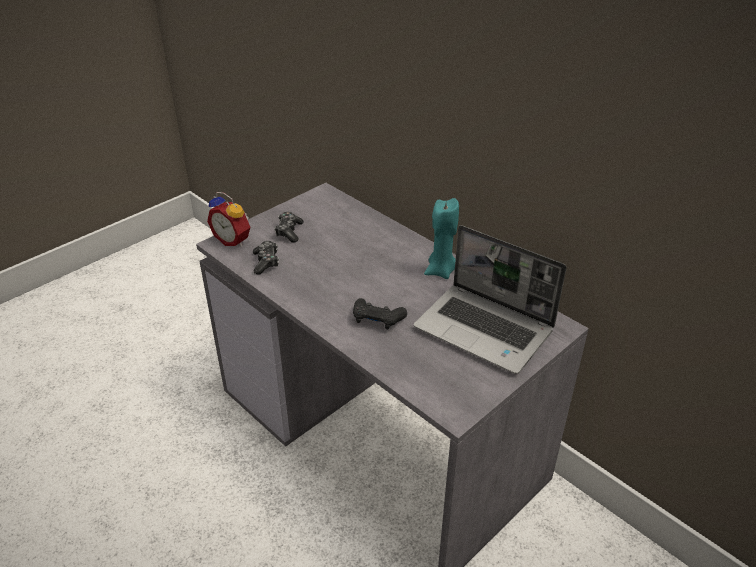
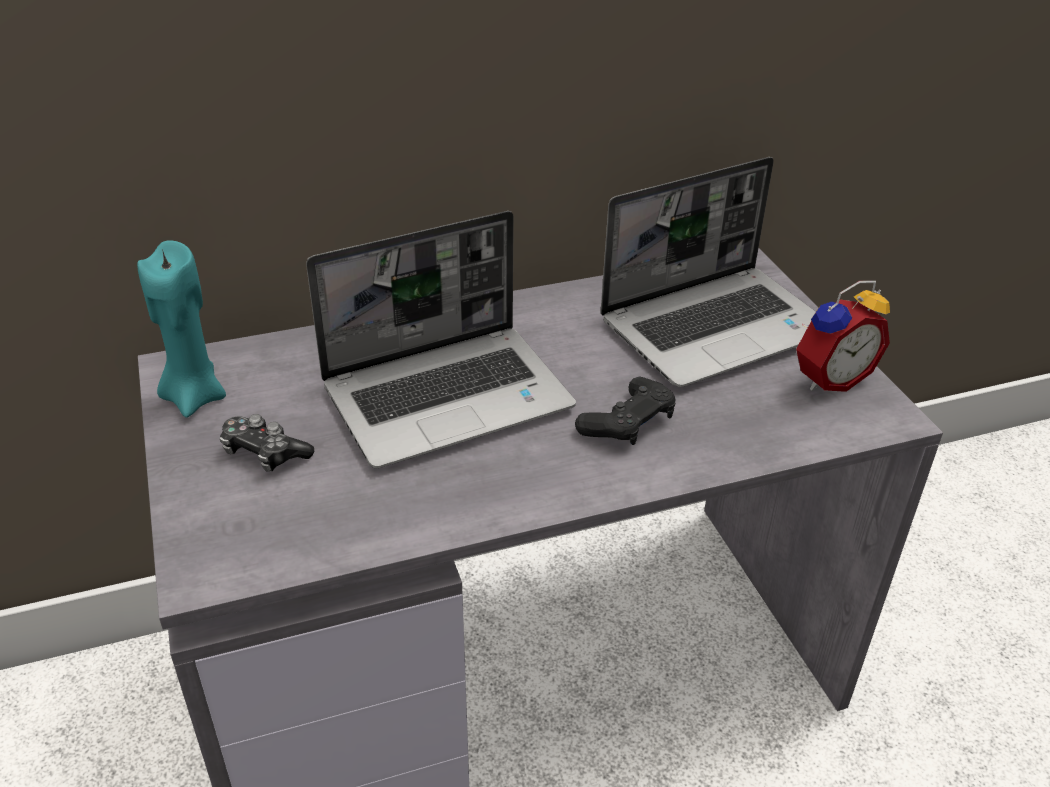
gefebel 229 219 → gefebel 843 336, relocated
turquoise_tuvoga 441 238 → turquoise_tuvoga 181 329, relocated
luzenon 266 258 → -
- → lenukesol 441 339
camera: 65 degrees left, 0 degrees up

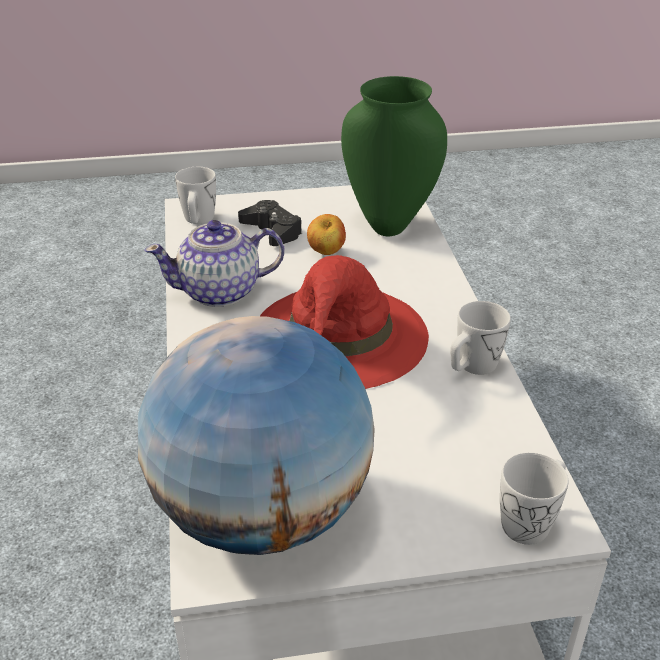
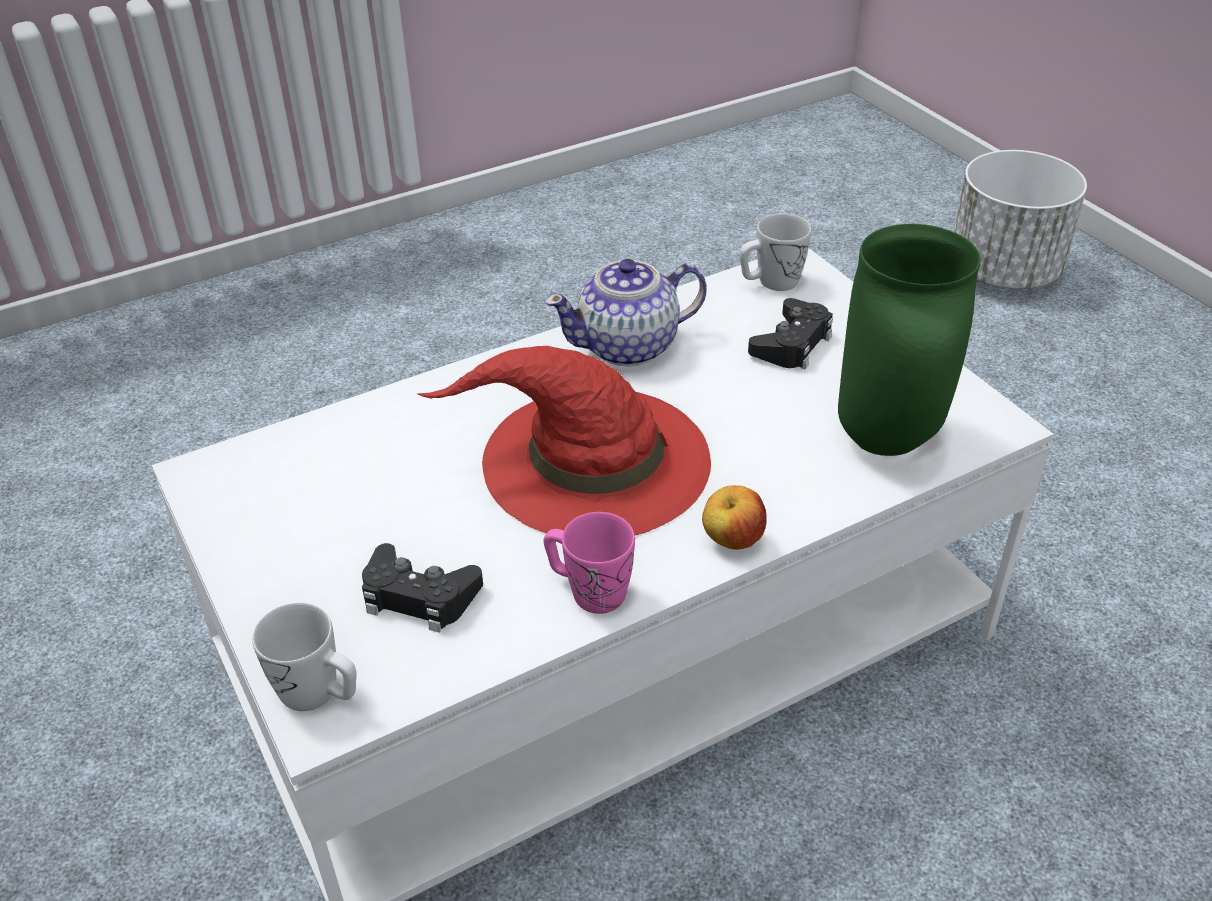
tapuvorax 326 234 → tapuvorax 734 517, relocated
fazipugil 214 263 → fazipugil 625 313, 75 degrees counterclockwise
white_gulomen 480 338 → pink_gulomen 589 563
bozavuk 256 435 → -
- → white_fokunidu 1020 219
- → black_luzenon 422 588
camera: 70 degrees right, 5 degrees up

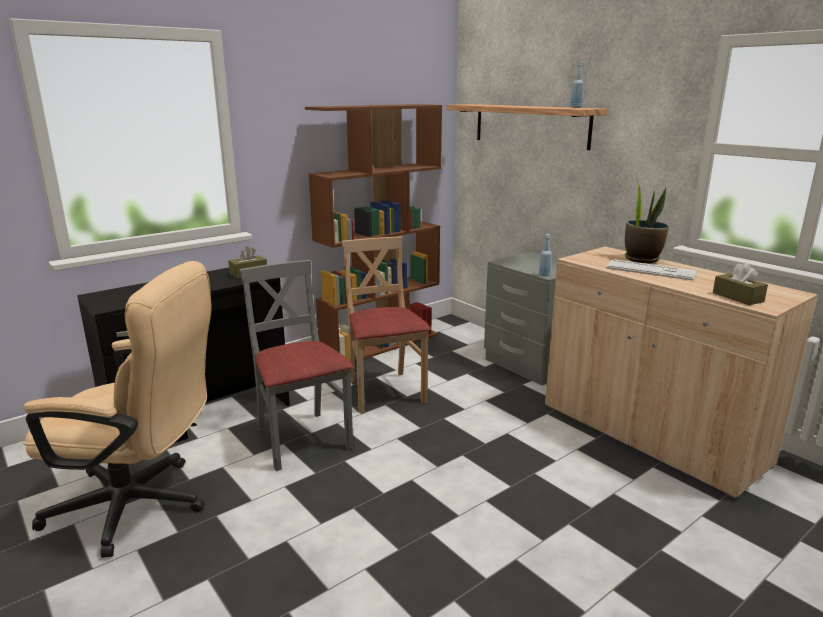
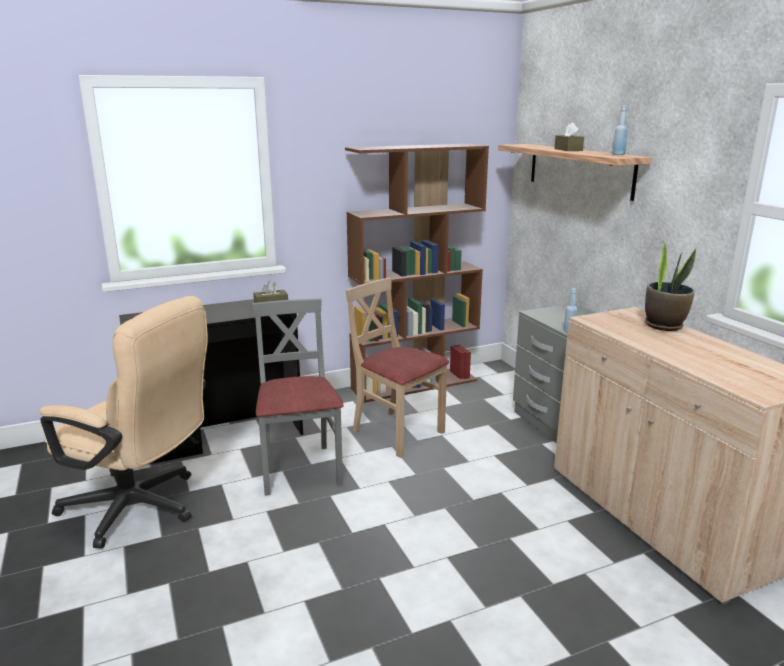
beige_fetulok 386 324 → beige_fetulok 397 368, 45 degrees counterclockwise
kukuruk 651 270 → -
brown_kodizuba 740 283 → brown_kodizuba 569 136, relocated
camera: 15 degrees right, 0 degrees up

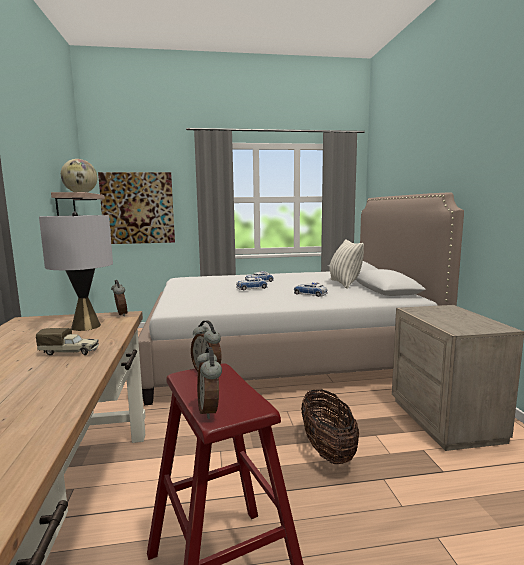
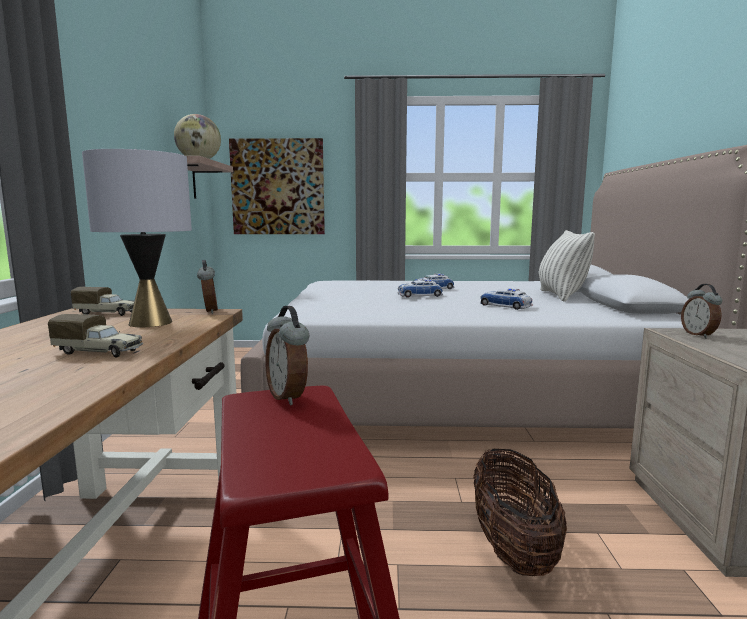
gefebel 209 383 → gefebel 701 311, relocated
- → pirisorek 102 301
camera: 10 degrees right, 0 degrees up

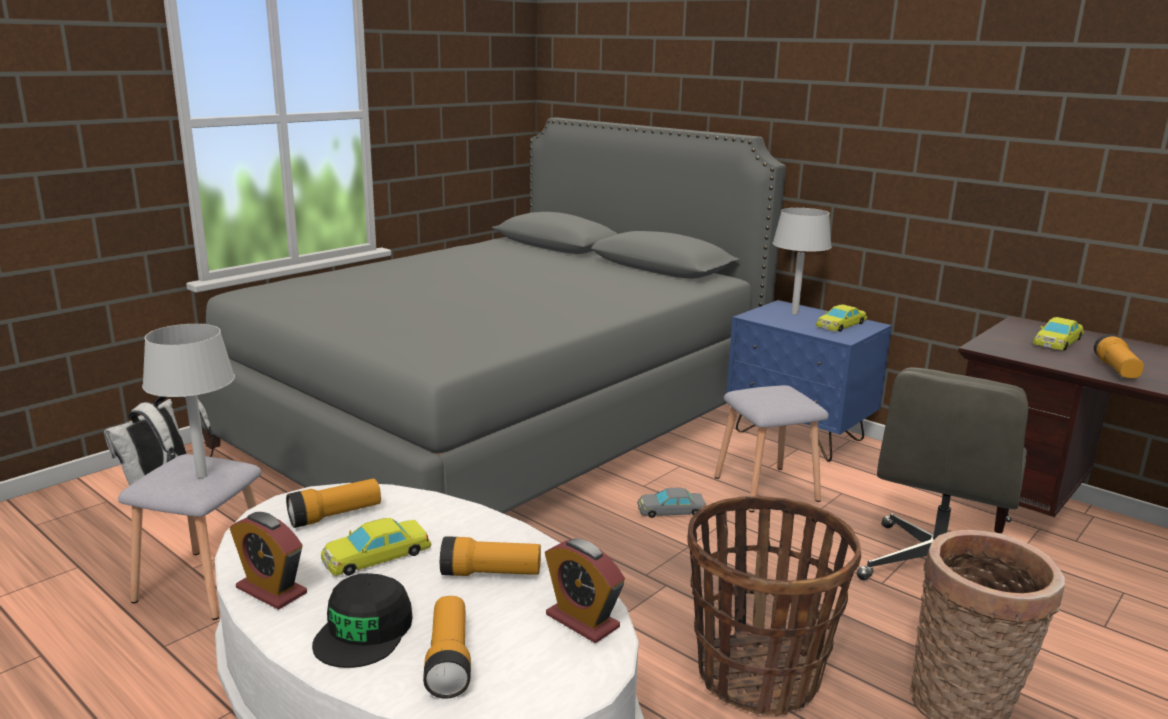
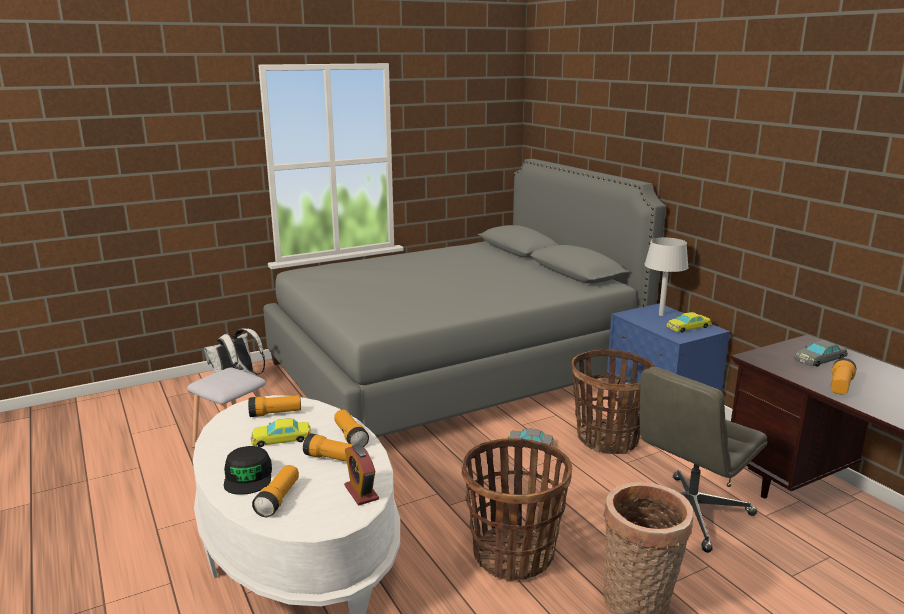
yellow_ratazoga 1058 333 → grey_ratazoga 821 353
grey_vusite 188 401 → -
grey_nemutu 772 448 → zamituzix 613 401
gefebel 268 561 → -
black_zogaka 362 620 → black_zogaka 248 470, 45 degrees counterclockwise
- → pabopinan 351 428
camera: 20 degrees right, 0 degrees up

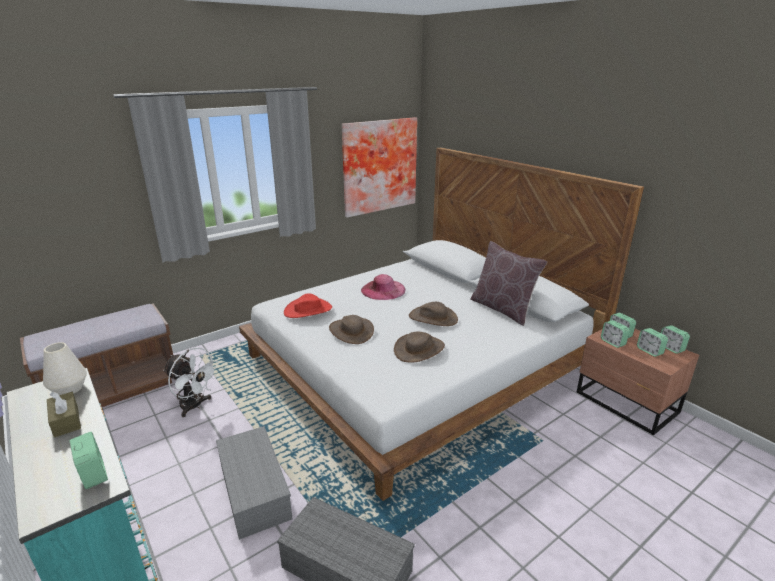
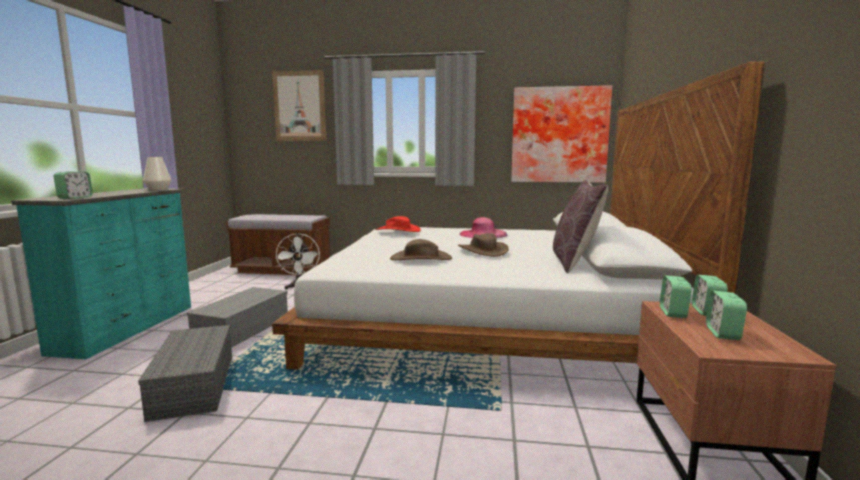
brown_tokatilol 351 329 → -
gefebel 675 339 → -
brown_kodizuba 64 414 → -
- → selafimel 299 105
camera: 45 degrees right, 15 degrees down

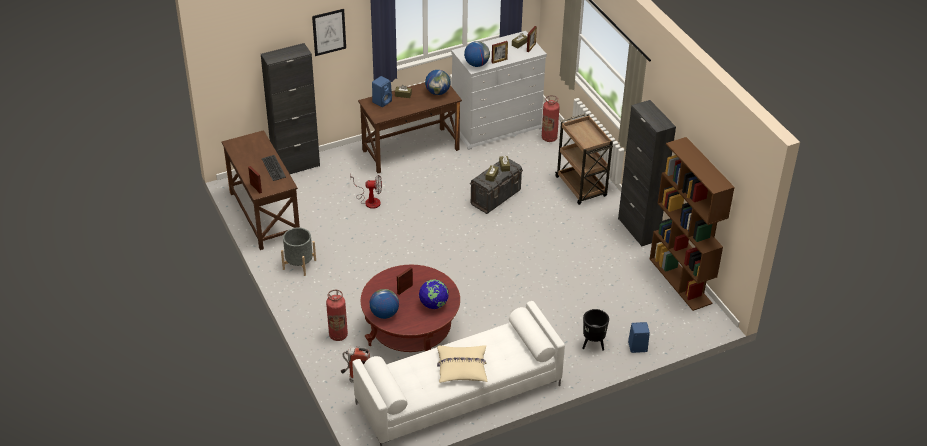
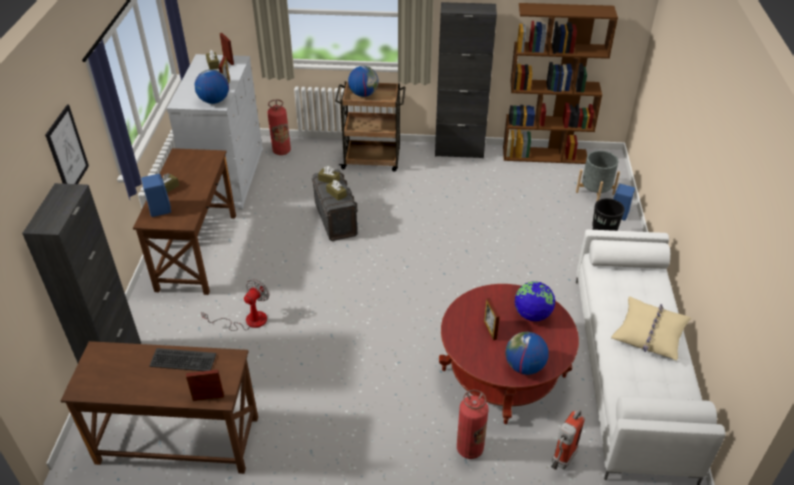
bozavuk 438 82 → bozavuk 363 81, relocated
grey_fokunidu 298 251 → grey_fokunidu 598 176, relocated
camera: 60 degrees left, 0 degrees up

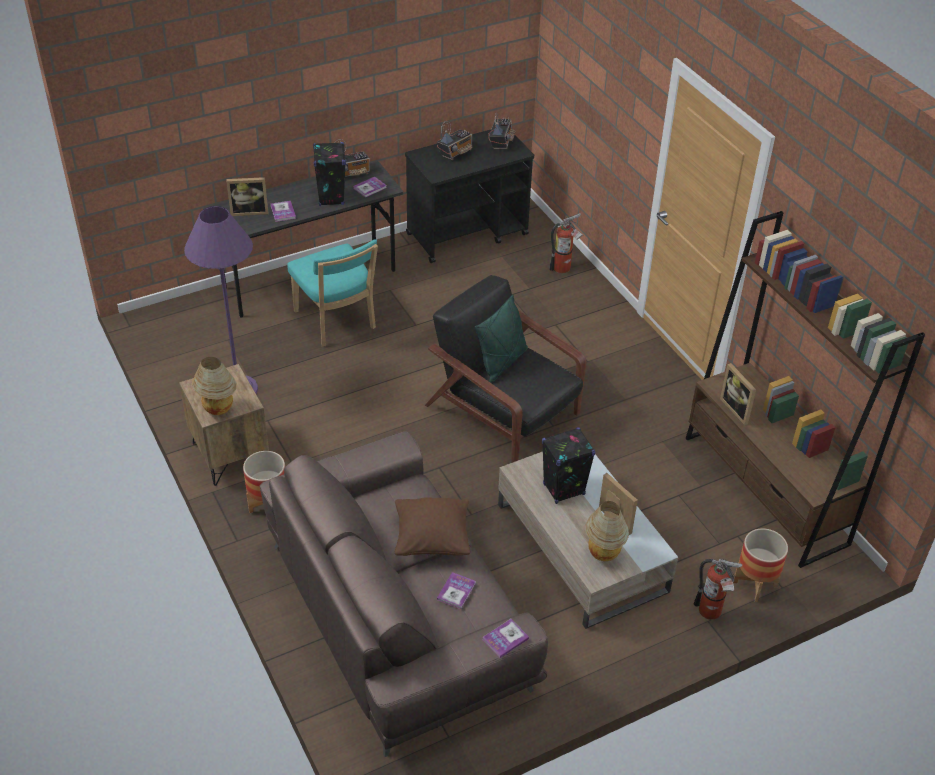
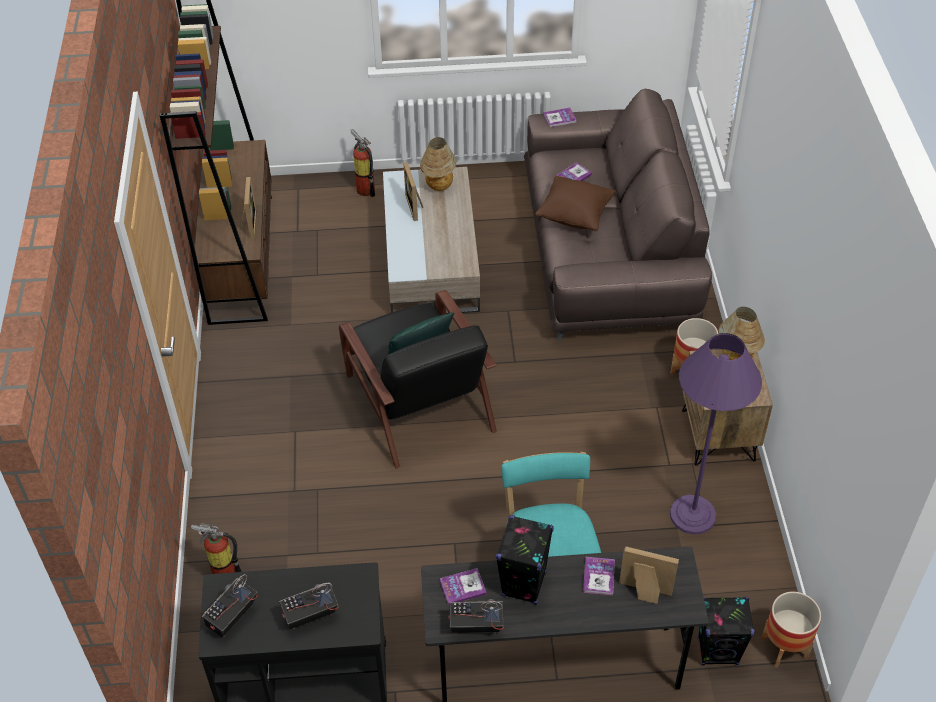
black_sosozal 568 465 → black_sosozal 726 631, relocated
fokunidu 761 565 → fokunidu 791 629, relocated
camera: 155 degrees left, 5 degrees up

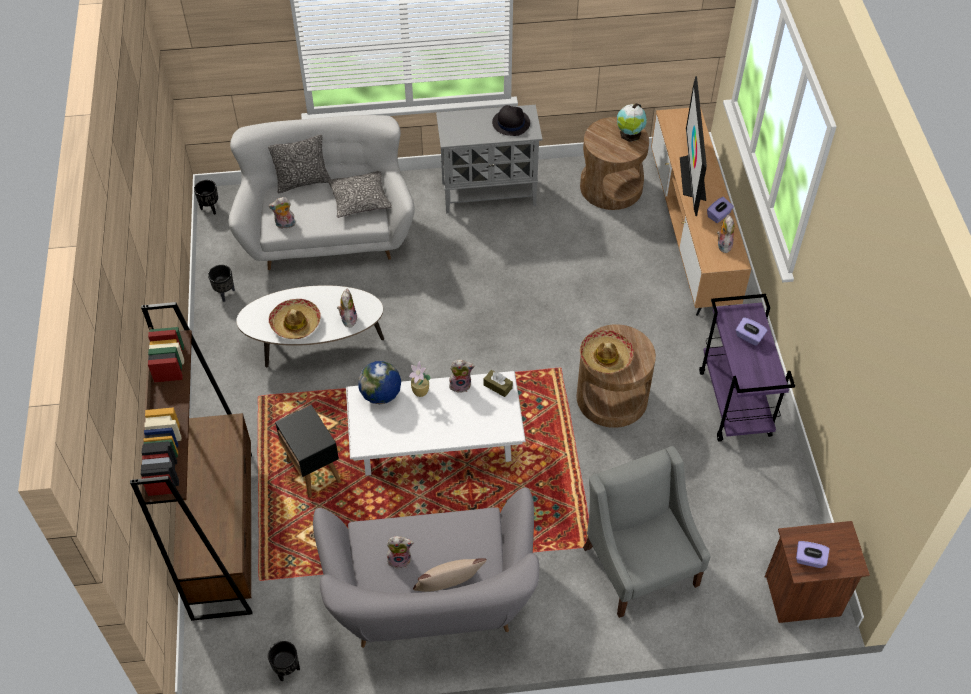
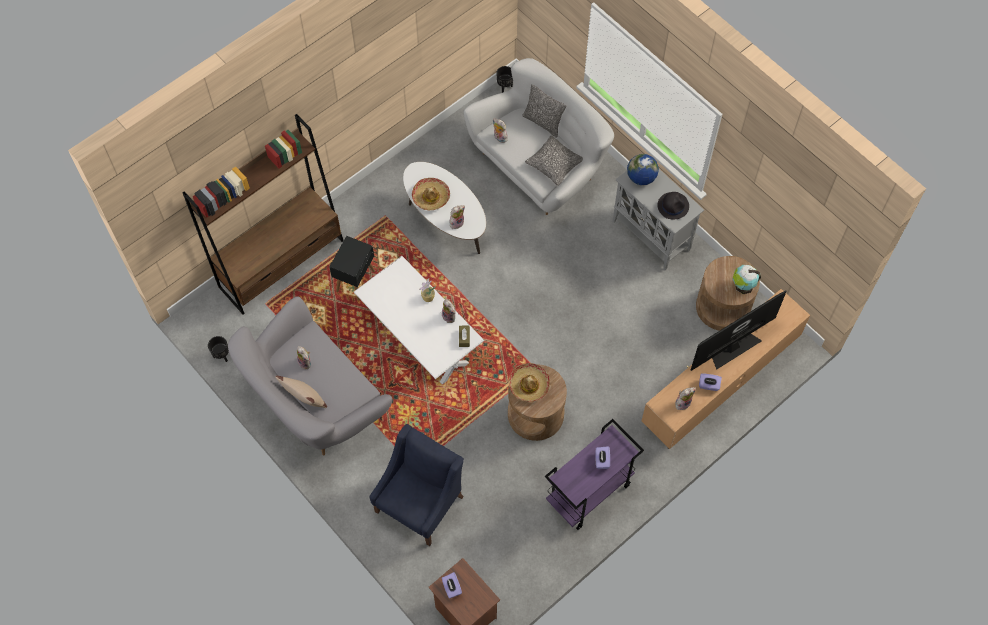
black_fokunidu 221 283 → -
bozavuk 379 382 → bozavuk 643 169, relocated
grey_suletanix 647 532 → blue_suletanix 416 485
camera: 55 degrees right, 10 degrees up

